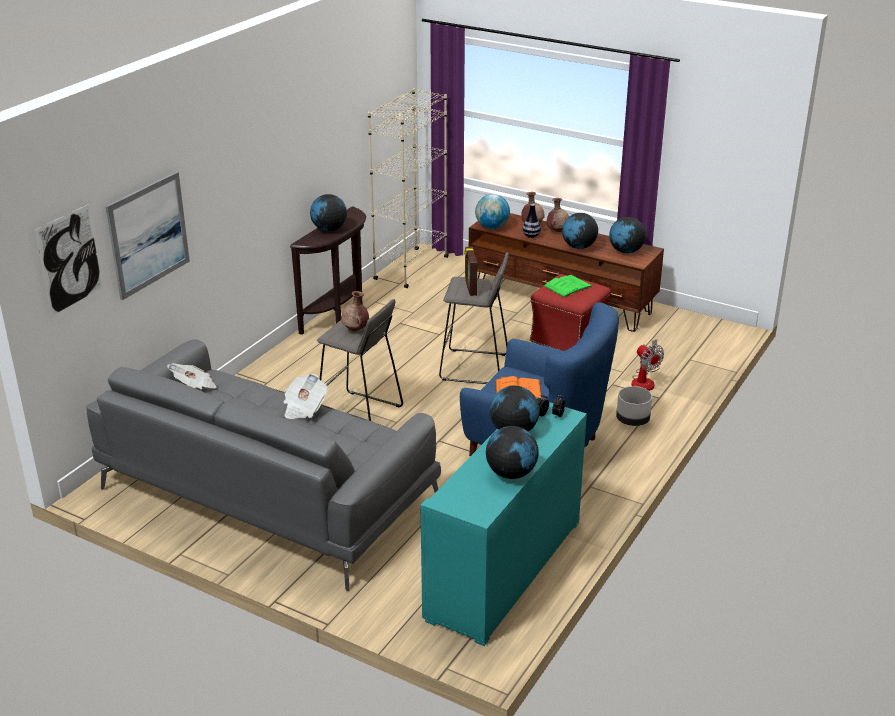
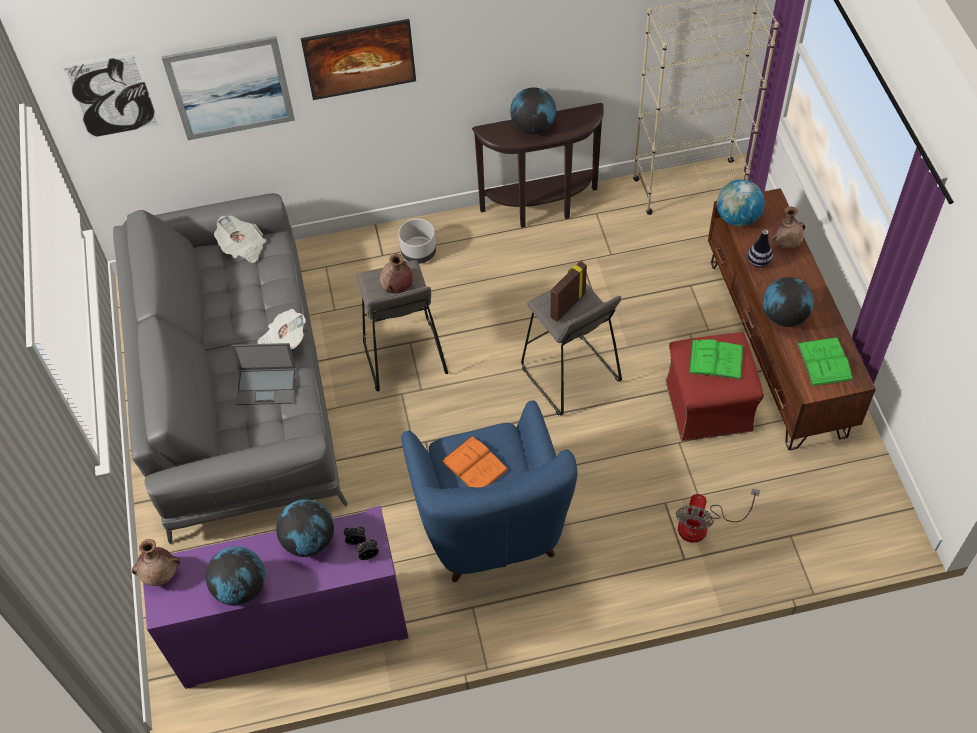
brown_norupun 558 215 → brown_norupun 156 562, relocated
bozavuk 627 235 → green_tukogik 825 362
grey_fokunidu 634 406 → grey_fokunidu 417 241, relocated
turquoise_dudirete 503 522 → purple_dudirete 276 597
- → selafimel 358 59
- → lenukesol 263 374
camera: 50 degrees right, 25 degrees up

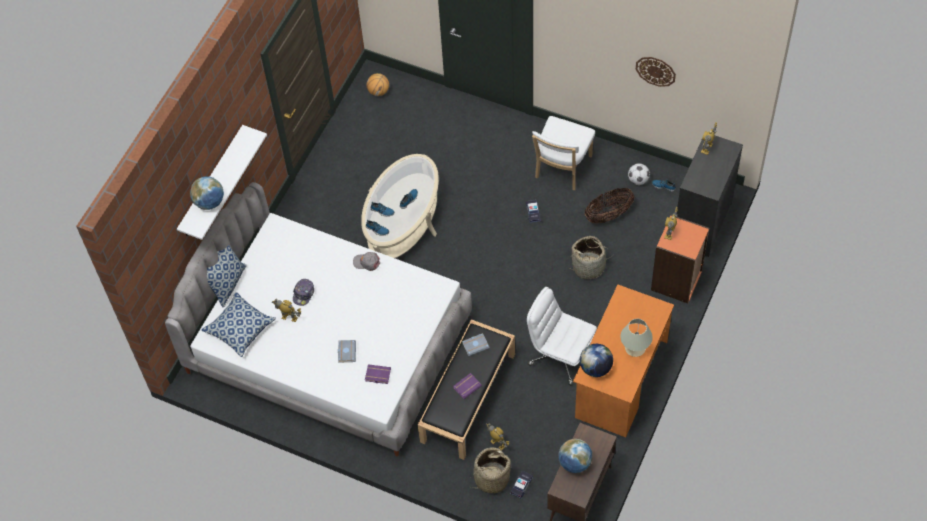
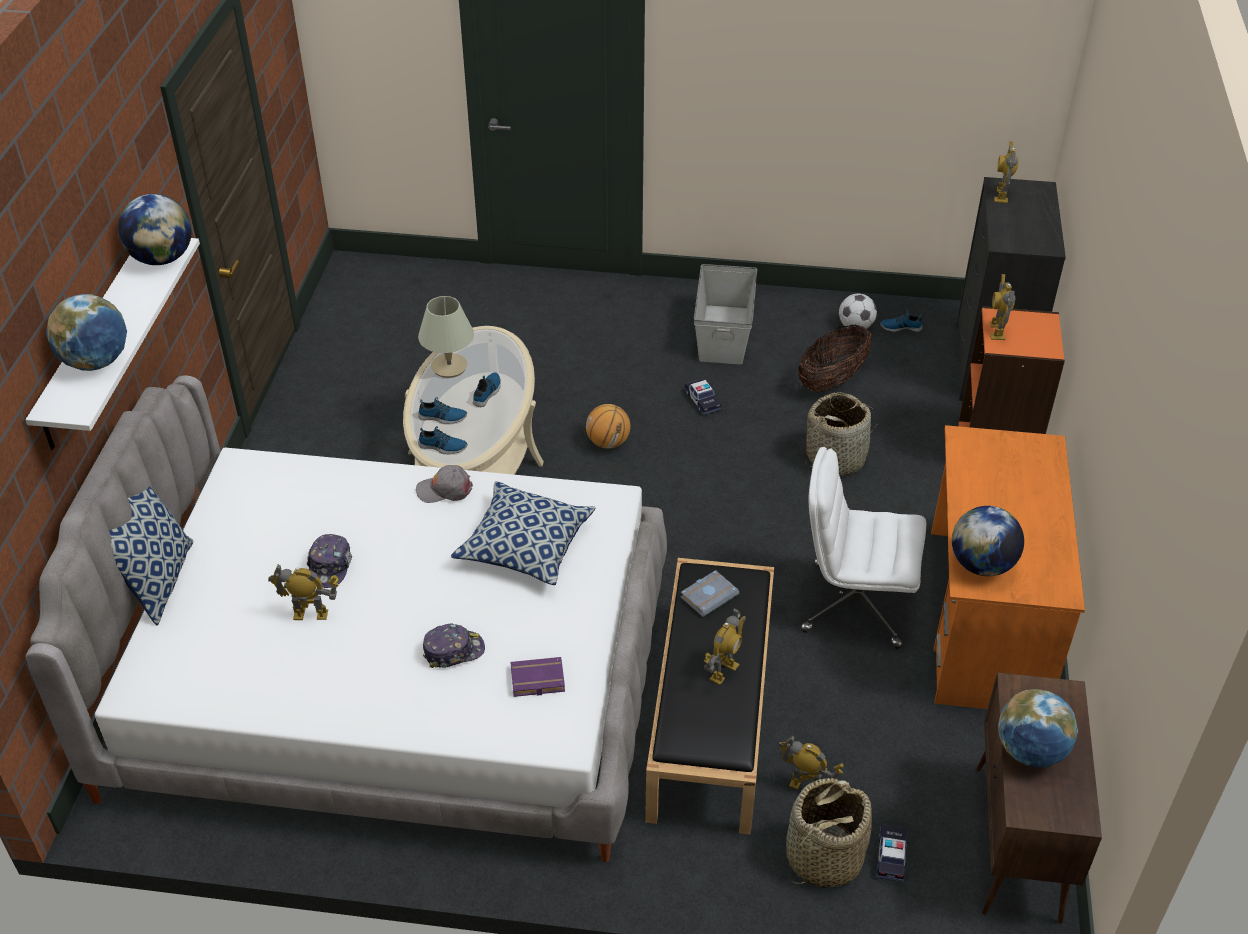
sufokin 656 72 → -
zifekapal 378 84 → zifekapal 608 426, relocated
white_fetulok 563 153 → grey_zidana 725 314
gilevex 238 324 → gilevex 523 533, relocated
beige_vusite 636 338 → beige_vusite 446 337, relocated
grey_tukogik 347 351 → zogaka 454 645
purple_tukogik 467 386 → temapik 725 646
- → bozavuk 155 229
camera: 20 degrees left, 15 degrees down

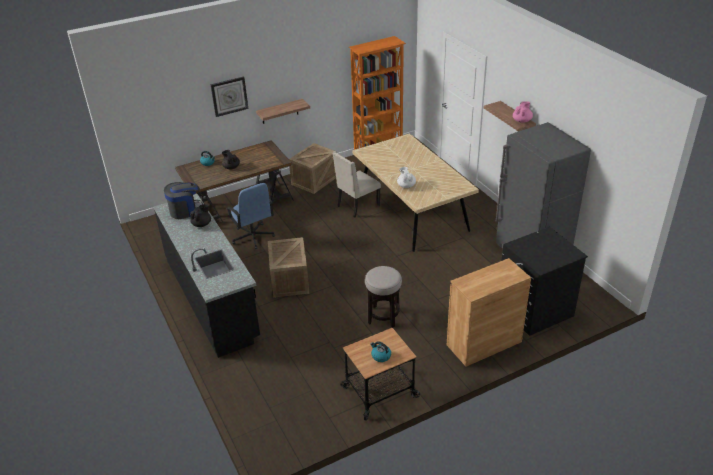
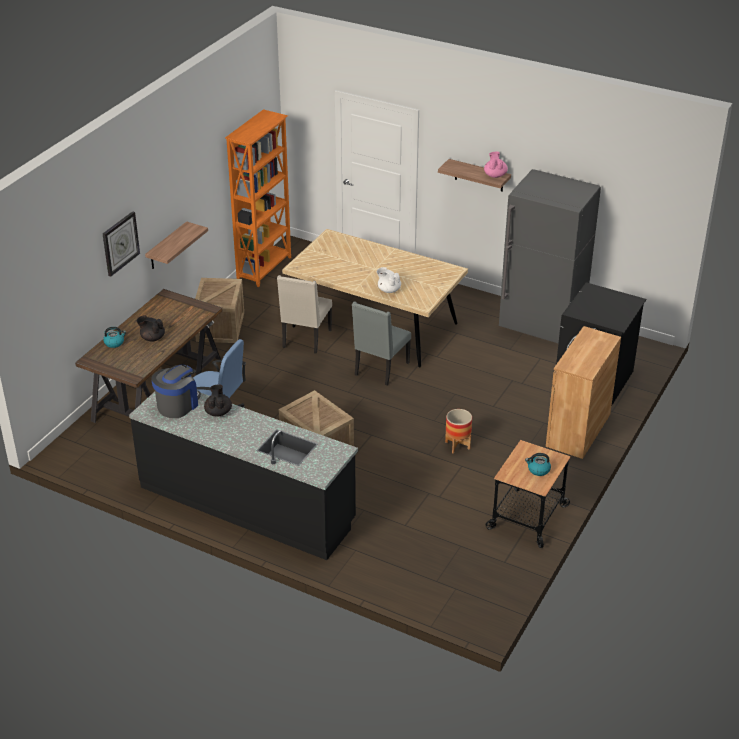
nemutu 383 297 → fokunidu 458 431
- → grey_fetulok 381 343
camera: 35 degrees left, 0 degrees up

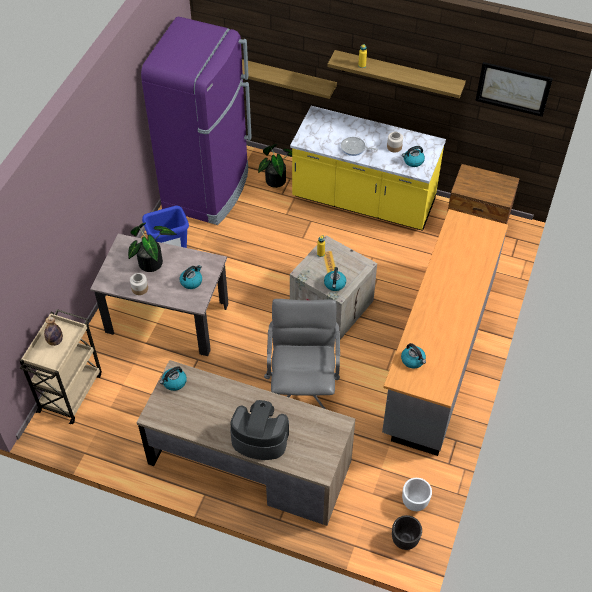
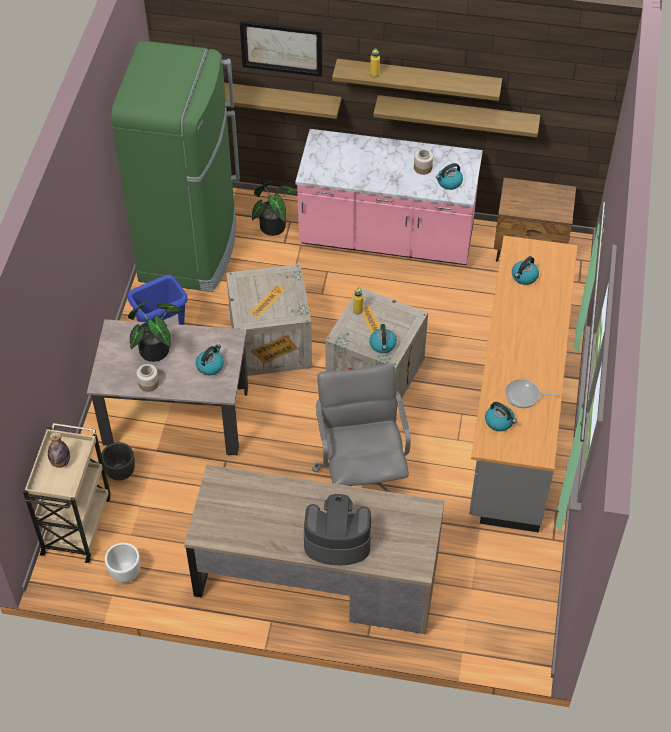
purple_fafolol 196 121 → green_fafolol 175 166
selafimel 514 89 → selafimel 281 49, relocated
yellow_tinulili 368 168 → pink_tinulili 389 197
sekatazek 359 146 → sekatazek 531 393, relocated
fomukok 173 378 → fomukok 525 270, relocated
white_fokunidu 417 494 → white_fokunidu 122 563, relocated
black_fokunidu 407 532 → black_fokunidu 118 461, relocated
- → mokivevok 456 116
- → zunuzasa 269 320
camera: 10 degrees left, 0 degrees up

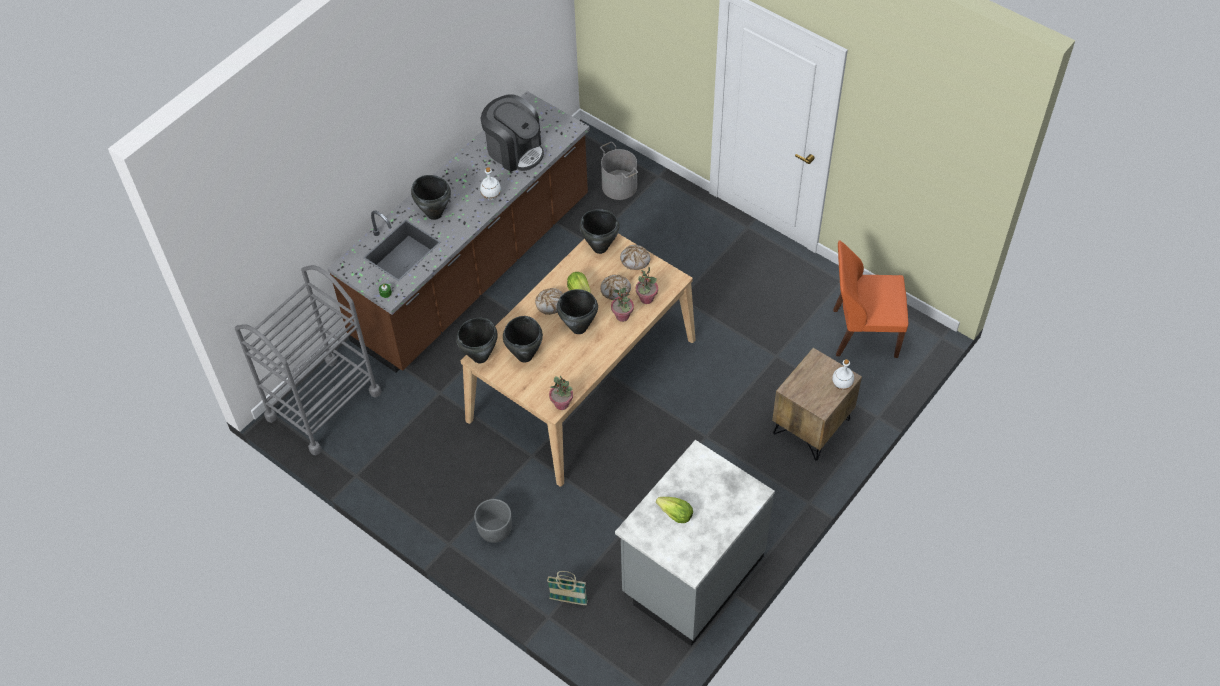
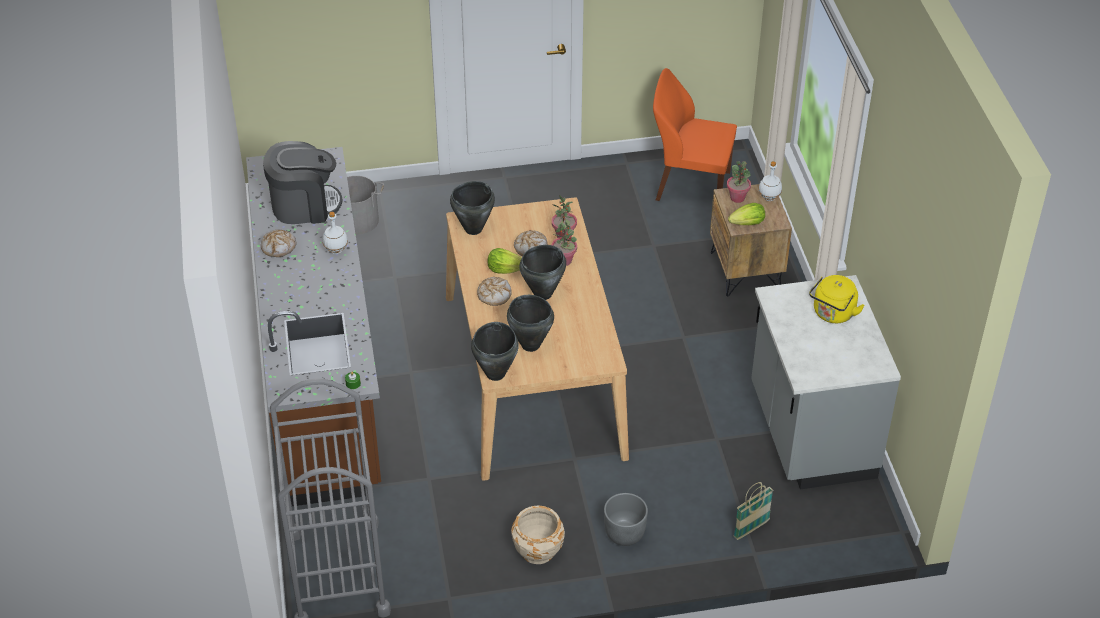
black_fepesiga 431 197 → -
orange_fetulok 870 299 → orange_fetulok 695 134, 60 degrees clockwise
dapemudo 635 257 → dapemudo 278 243, relocated
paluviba 561 393 → paluviba 739 182, relocated
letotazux 674 510 → letotazux 746 214, relocated
- → yellow_fomukok 837 299
- → beige_fokunidu 538 534
camera: 50 degrees left, 10 degrees down

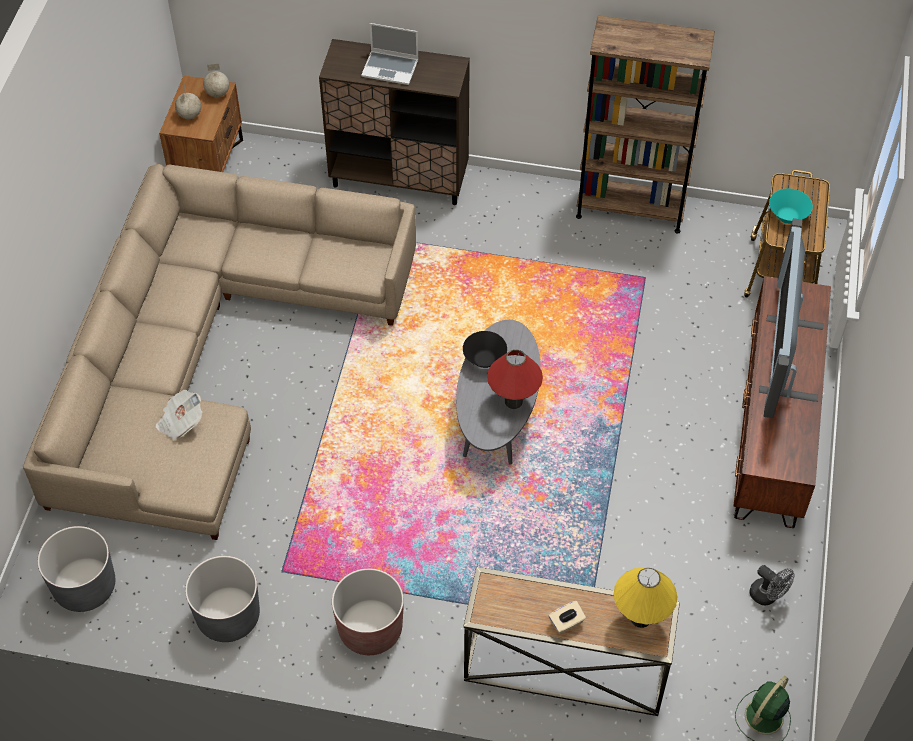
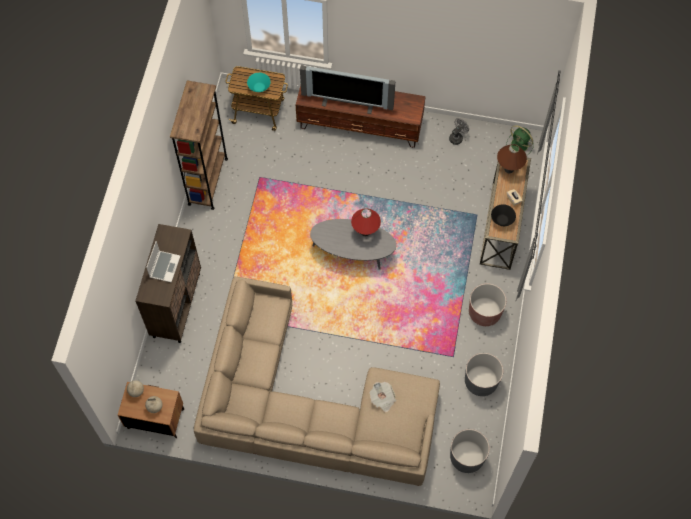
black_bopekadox 485 349 → black_bopekadox 503 215, relocated
yellow_vusite 645 597 → brown_vusite 512 158
camera: 90 degrees left, 10 degrees up

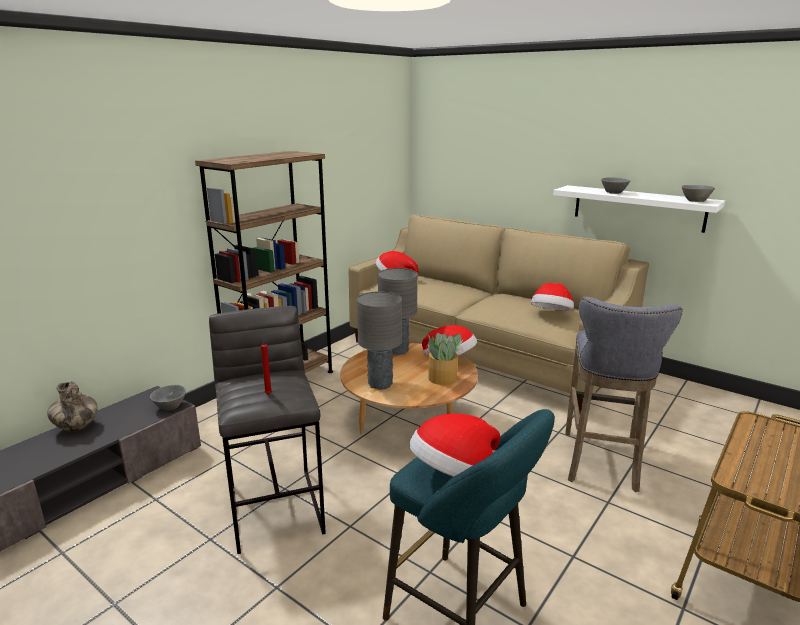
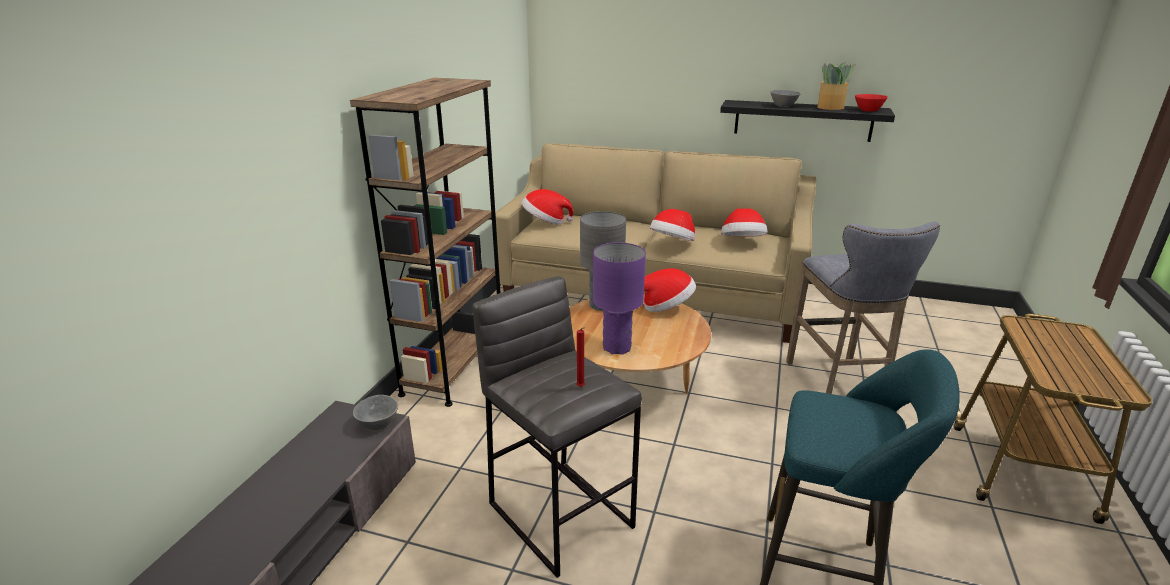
white_mokivevok 639 209 → black_mokivevok 807 121
grey_bopekadox 698 193 → red_bopekadox 871 103
grey_vusite 379 340 → purple_vusite 619 298
paluviba 446 359 → paluviba 836 86, relocated
norupun 72 406 → -
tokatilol 454 445 → tokatilol 672 225, relocated
camera: 20 degrees left, 5 degrees up

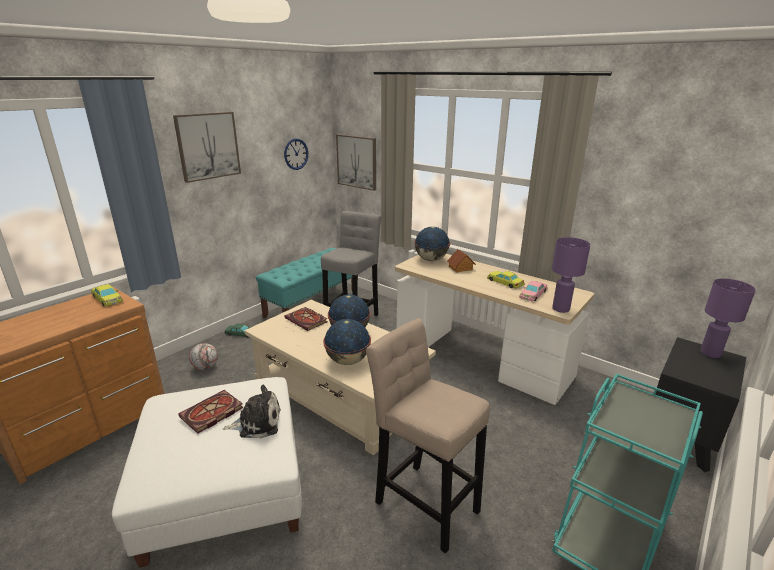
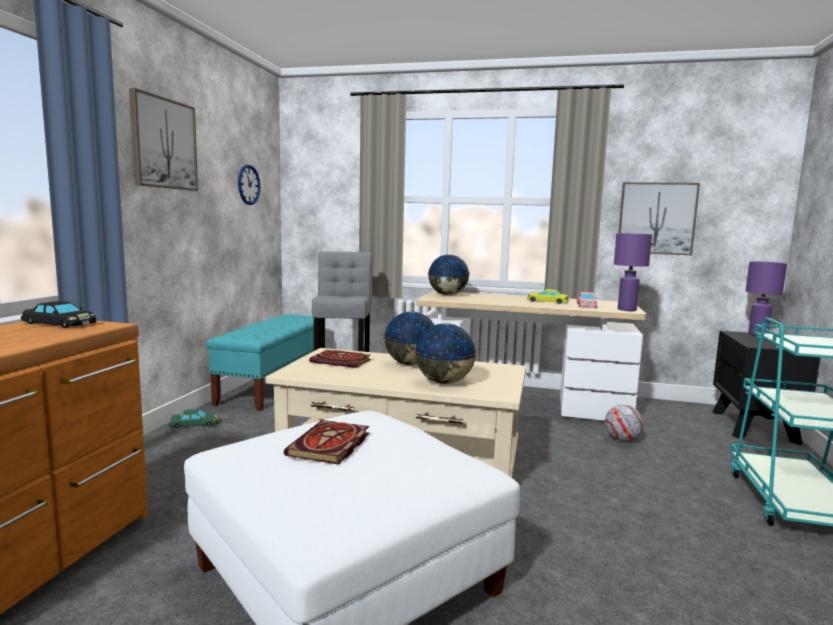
selafimel 356 162 → selafimel 659 218, relocated
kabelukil 461 261 → -
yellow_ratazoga 107 295 → black_ratazoga 59 314
beige_nemutu 428 436 → -
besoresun 203 356 → besoresun 624 423, relocated
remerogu 252 411 → -
camera: 25 degrees left, 15 degrees down

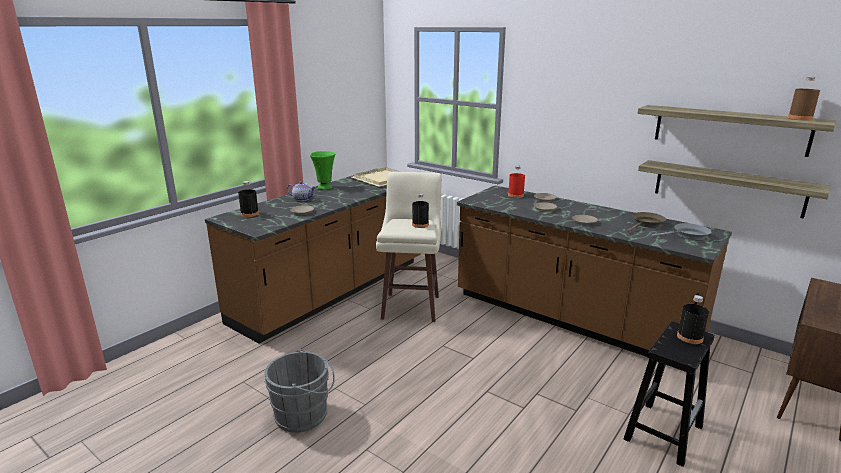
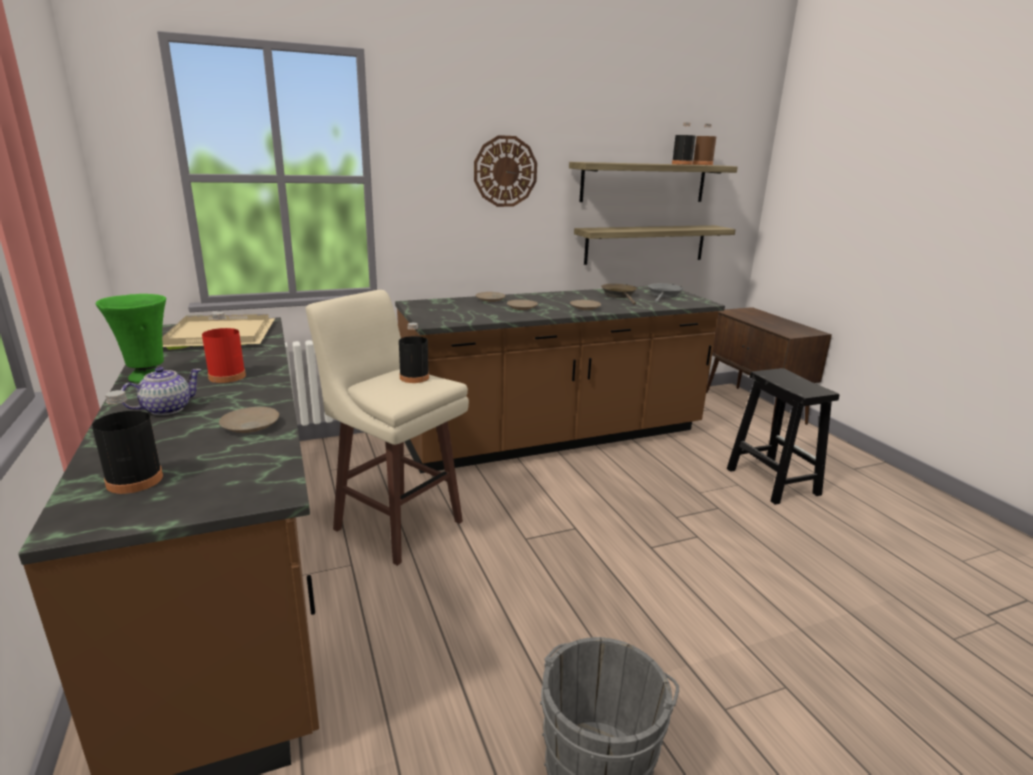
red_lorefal 516 182 → red_lorefal 224 347, relocated
black_lorefal 693 319 → black_lorefal 683 143, relocated
- → sufokin 505 171
camera: 60 degrees left, 0 degrees up

